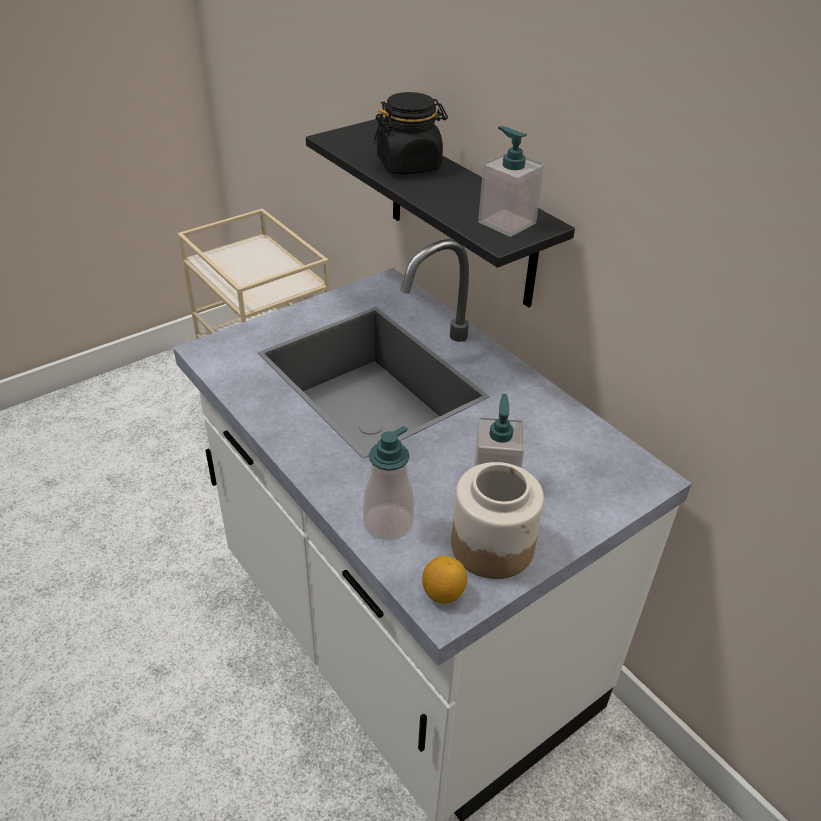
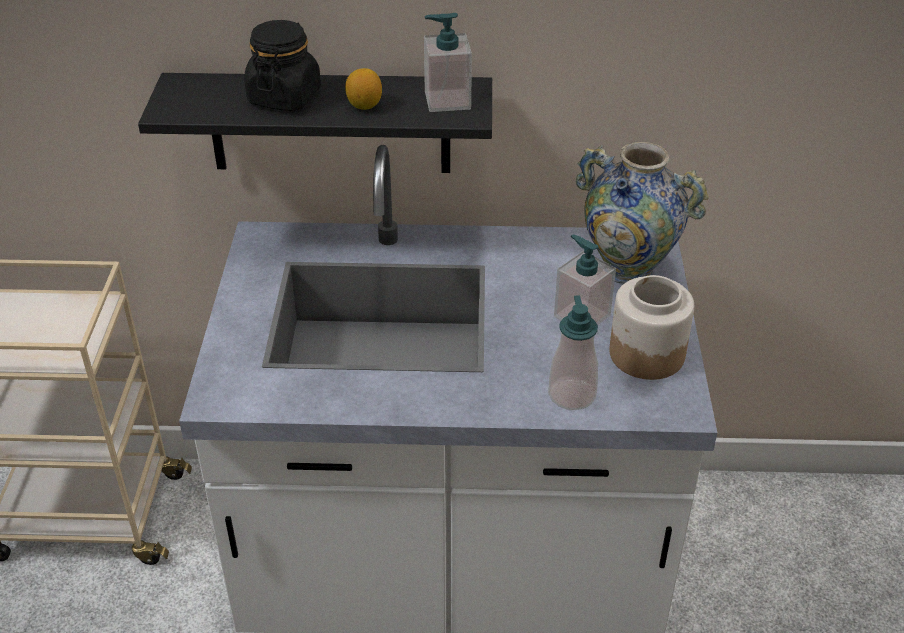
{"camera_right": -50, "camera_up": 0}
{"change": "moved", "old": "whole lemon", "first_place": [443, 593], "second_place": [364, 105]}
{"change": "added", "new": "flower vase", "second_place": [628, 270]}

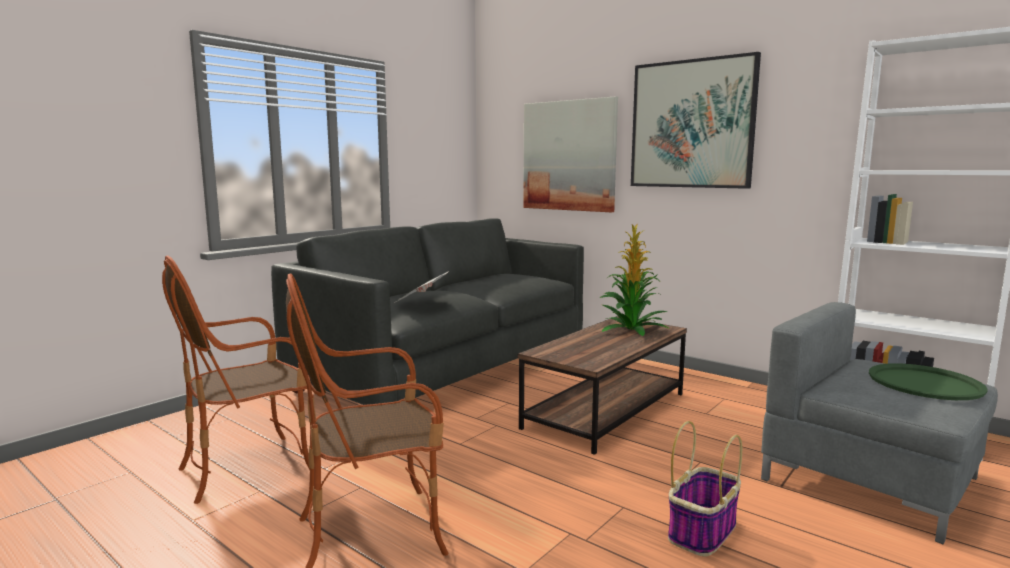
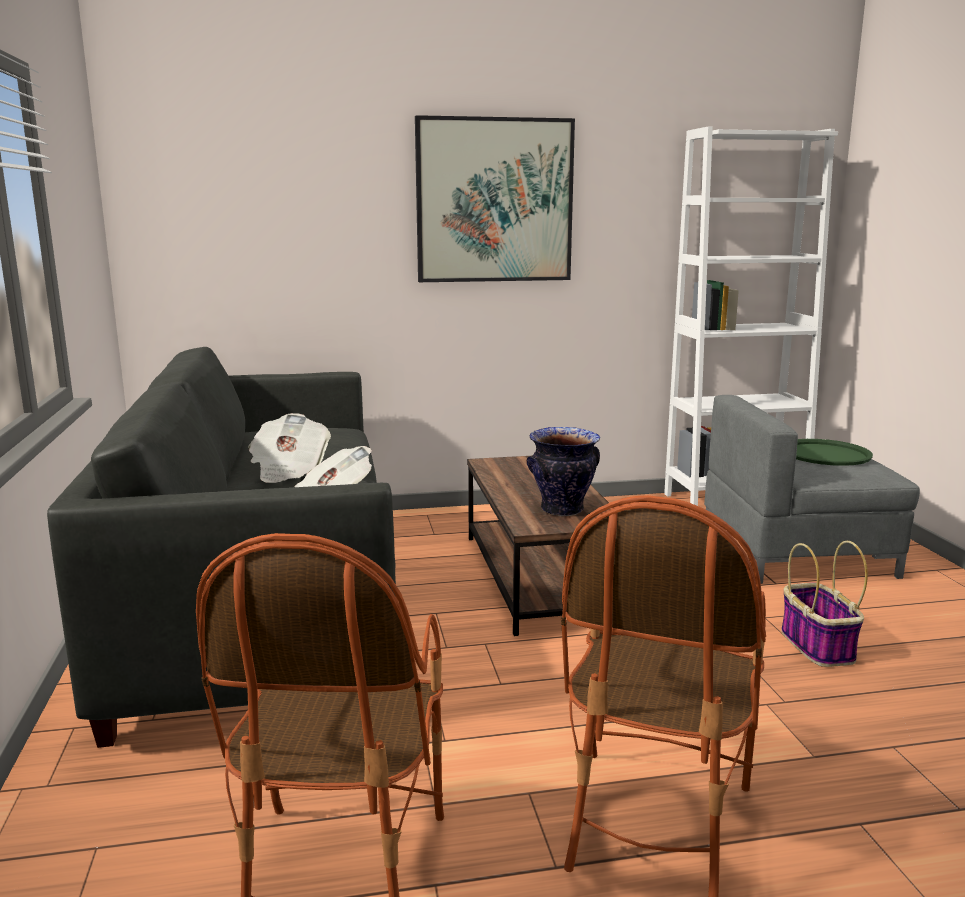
{"camera_right": -50, "camera_up": 5}
{"change": "added", "new": "newspaper", "second_place": [289, 470]}
{"change": "added", "new": "flower vase", "second_place": [562, 510]}
{"change": "removed", "old": "wall art", "first_place": [569, 156]}
{"change": "removed", "old": "houseplant", "first_place": [631, 330]}

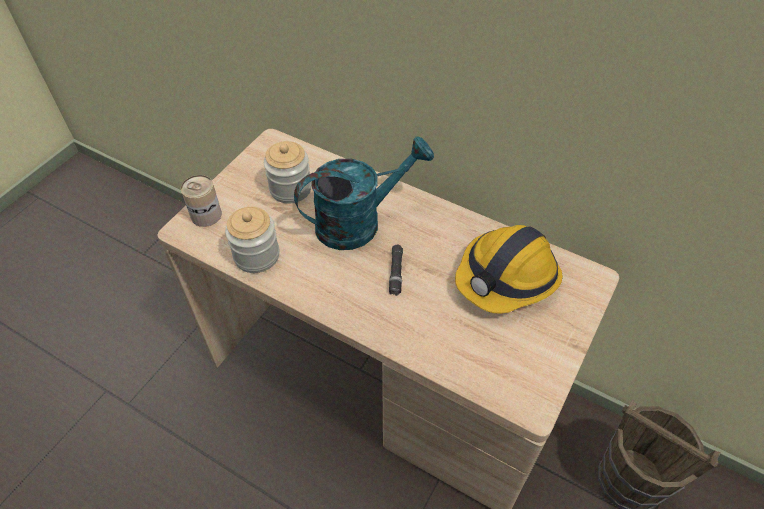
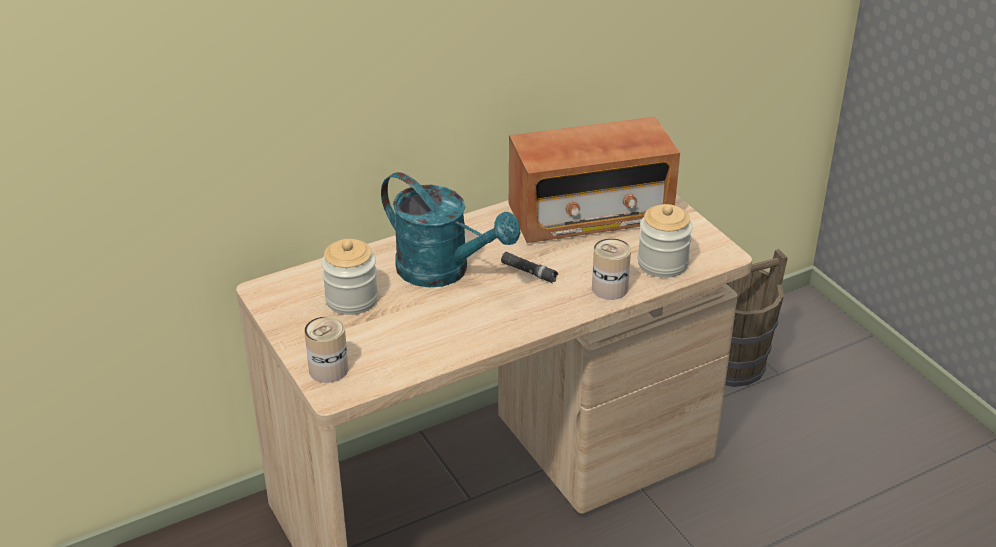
{"camera_right": -60, "camera_up": -15}
{"change": "turned", "old": "watering pot (blue-green)", "first_place": [359, 221], "second_place": [444, 271], "degrees": 120}
{"change": "replaced", "old": "safety helmet", "new": "radio set", "first_place": [507, 278], "second_place": [590, 216]}
{"change": "added", "new": "metal can", "second_place": [609, 288]}
{"change": "moved", "old": "jar", "first_place": [256, 255], "second_place": [662, 263]}

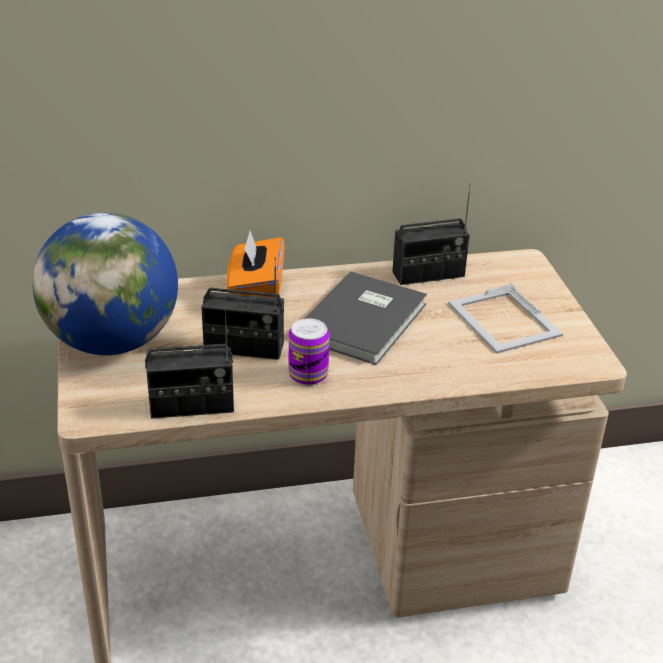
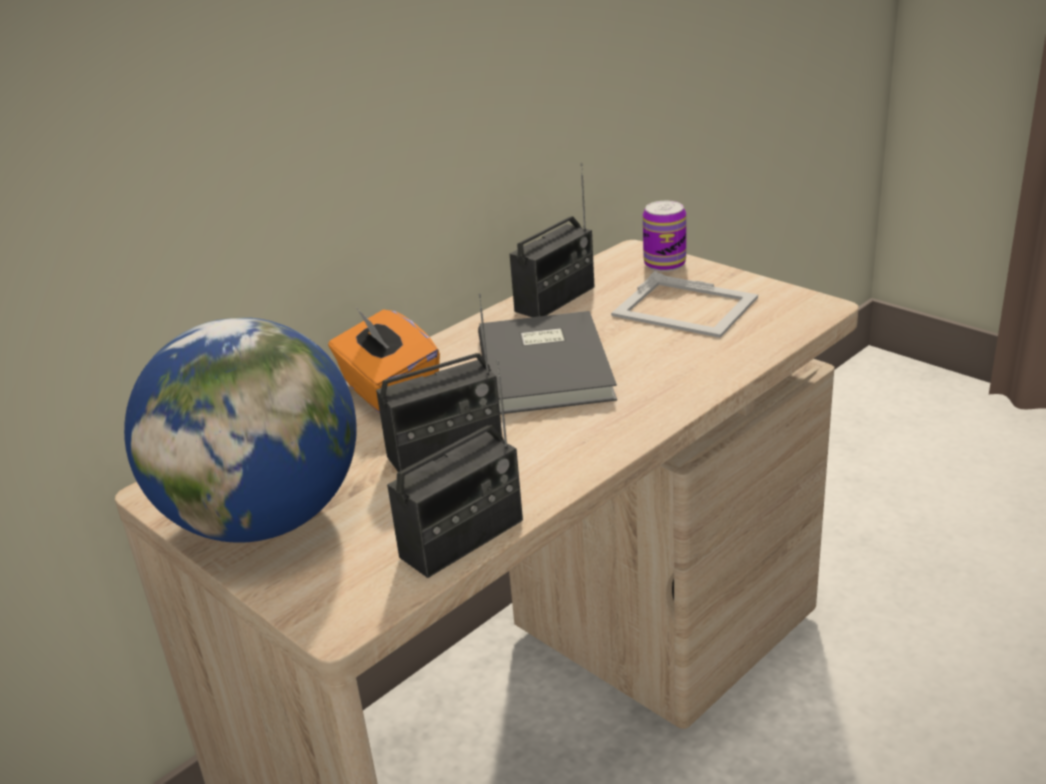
{"camera_right": -30, "camera_up": -5}
{"change": "moved", "old": "metal can", "first_place": [308, 374], "second_place": [664, 264]}

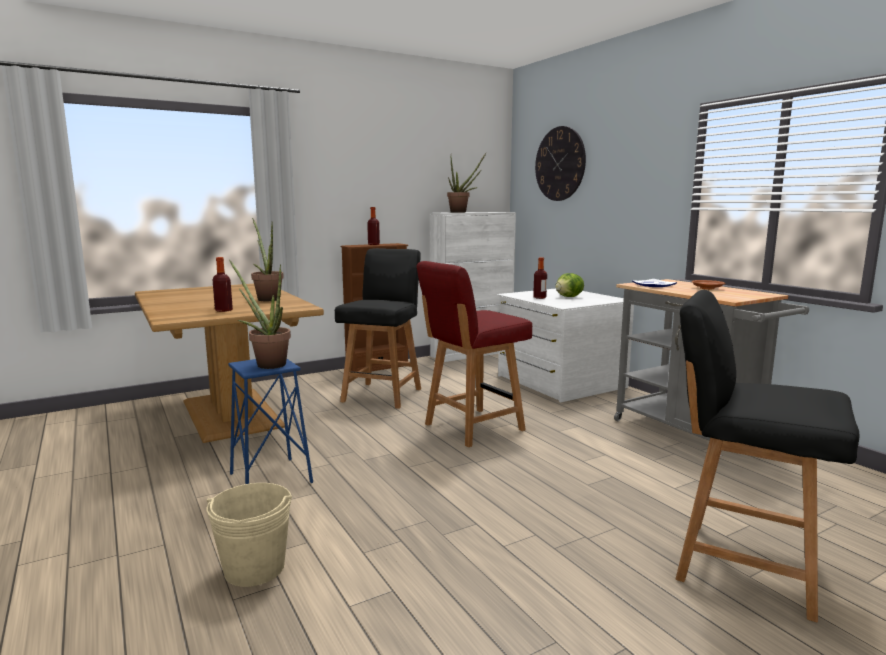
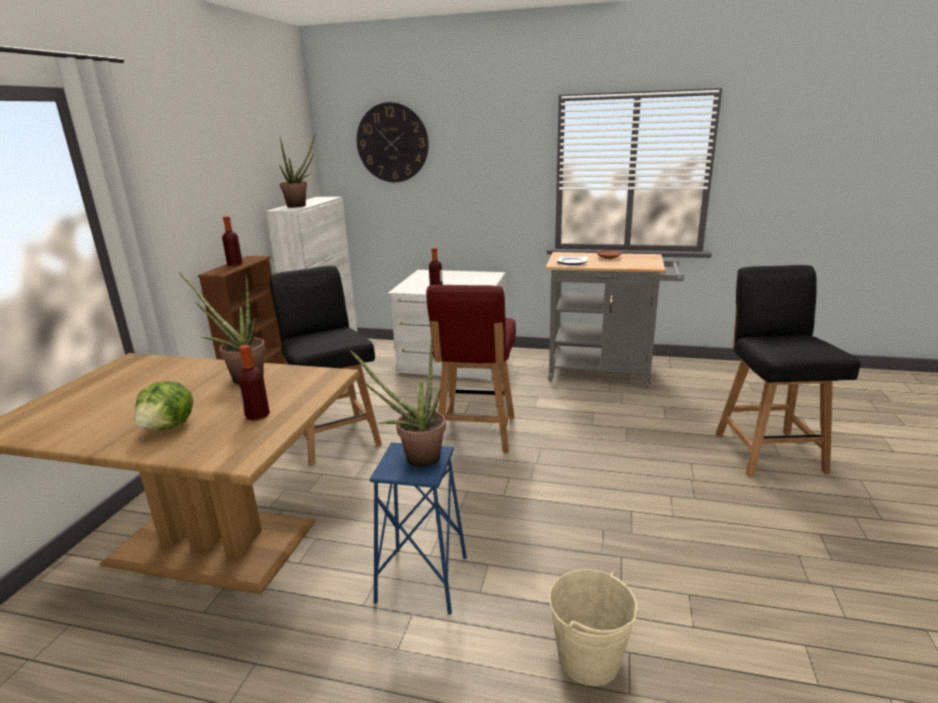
{"camera_right": -45, "camera_up": 10}
{"change": "moved", "old": "head of lettuce", "first_place": [569, 297], "second_place": [169, 426]}
{"change": "turned", "old": "chair (black-coloured)", "first_place": [742, 565], "second_place": [768, 451], "degrees": 105}

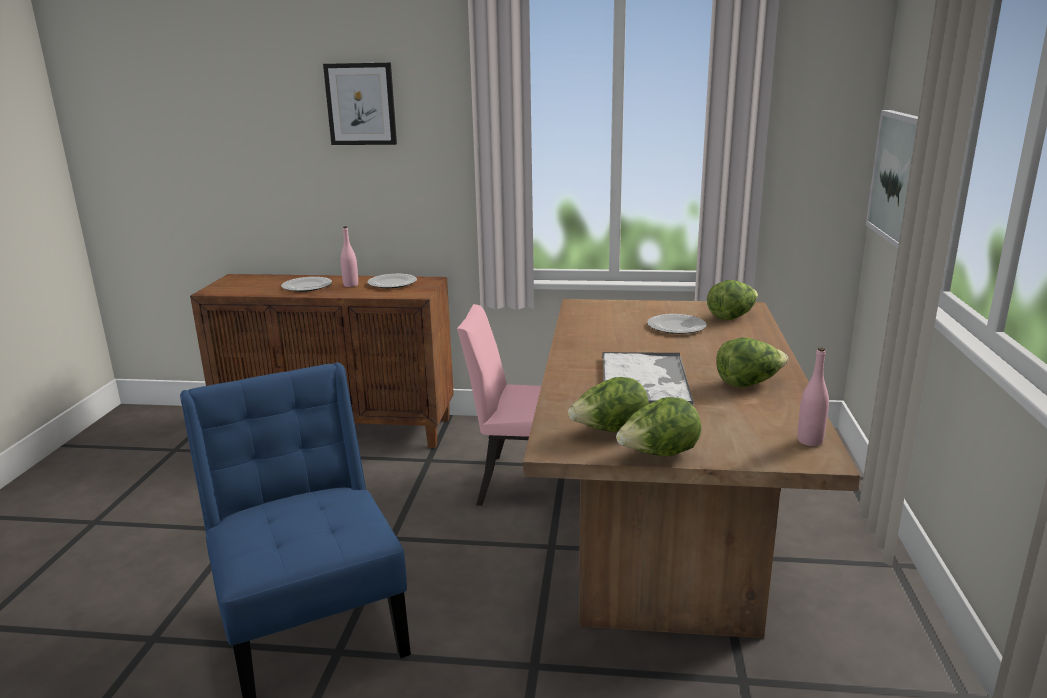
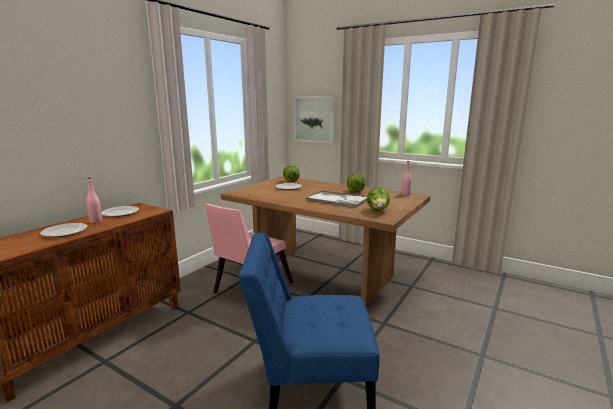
{"camera_right": -65, "camera_up": -5}
{"change": "removed", "old": "wall art", "first_place": [361, 104]}
{"change": "removed", "old": "head of lettuce", "first_place": [658, 455]}

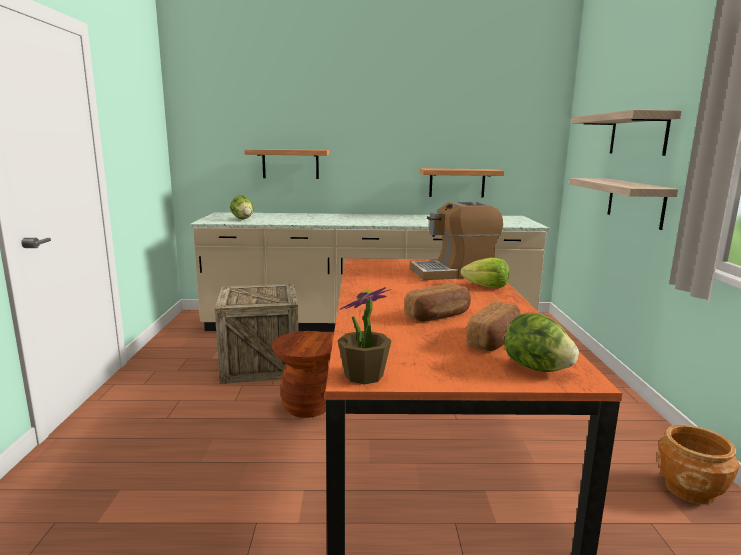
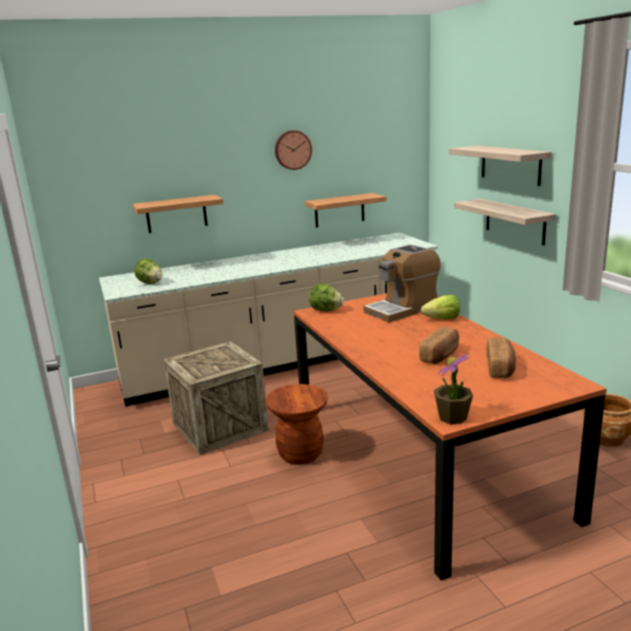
{"camera_right": -20, "camera_up": 5}
{"change": "added", "new": "clock on the wall", "second_place": [292, 150]}
{"change": "moved", "old": "head of lettuce", "first_place": [536, 368], "second_place": [326, 310]}

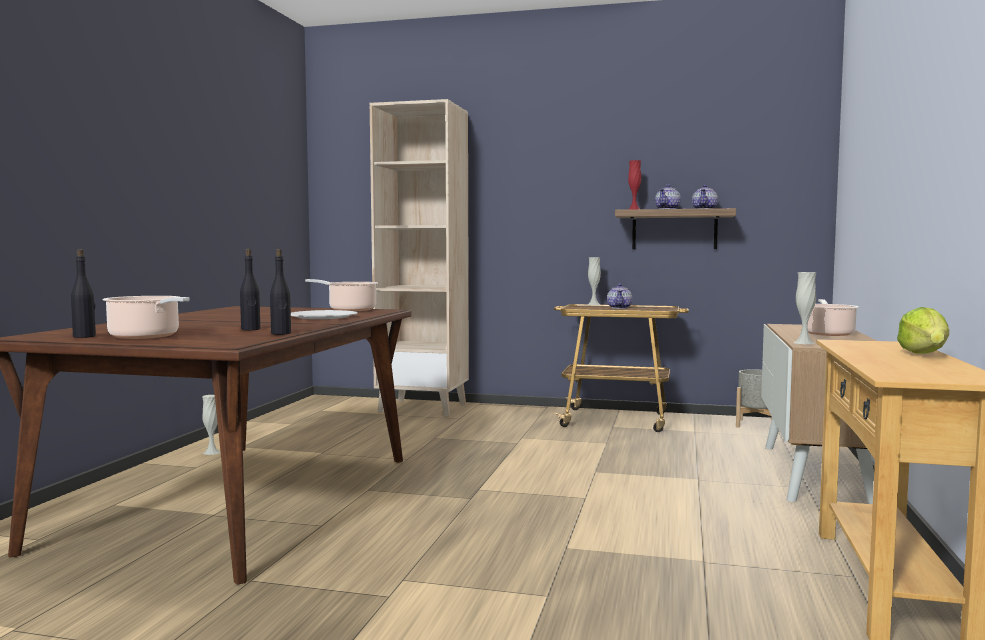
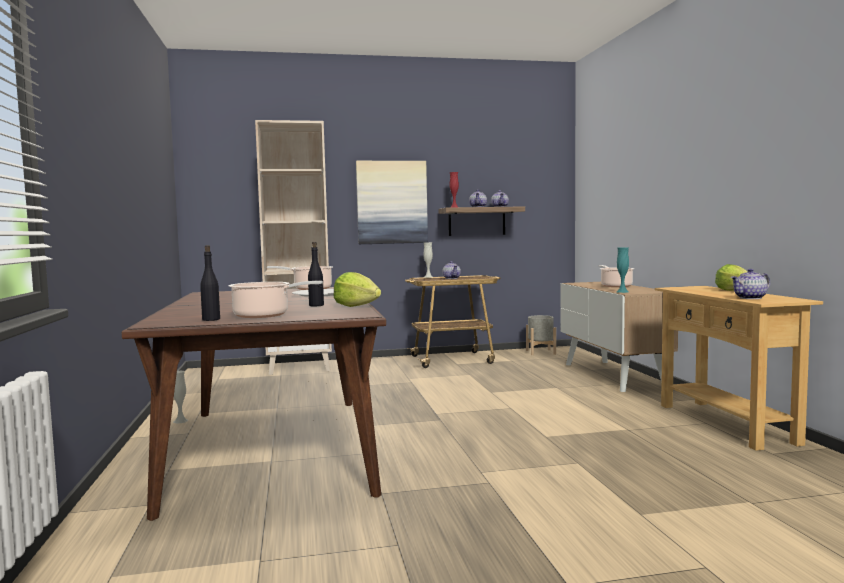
{"camera_right": -25, "camera_up": 0}
{"change": "replaced", "old": "beverage bottle (black-coloured)", "new": "head of lettuce", "first_place": [281, 333], "second_place": [356, 306]}
{"change": "added", "new": "wall art", "second_place": [392, 202]}
{"change": "recoloured", "old": "flower vase (whitish)", "new": "flower vase (blue-green)", "first_place": [804, 343], "second_place": [622, 292]}
{"change": "added", "new": "teapot", "second_place": [750, 298]}

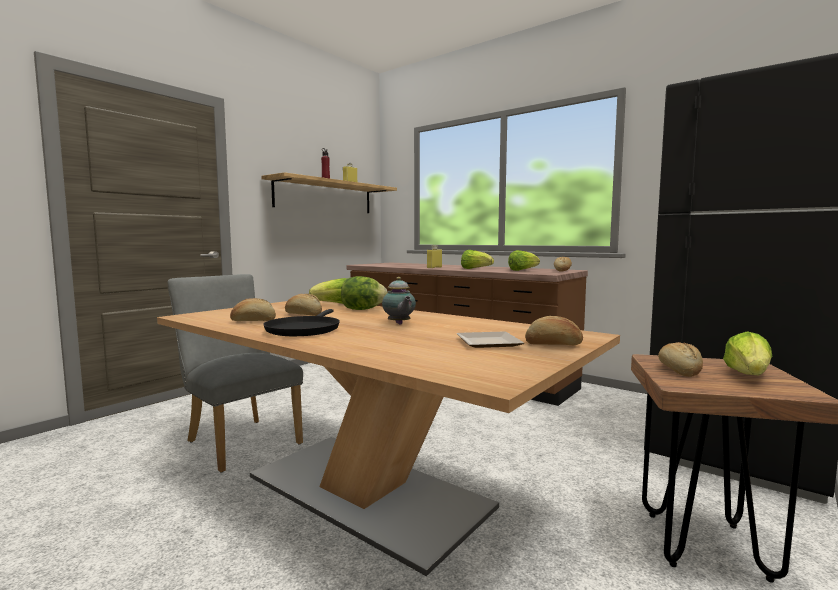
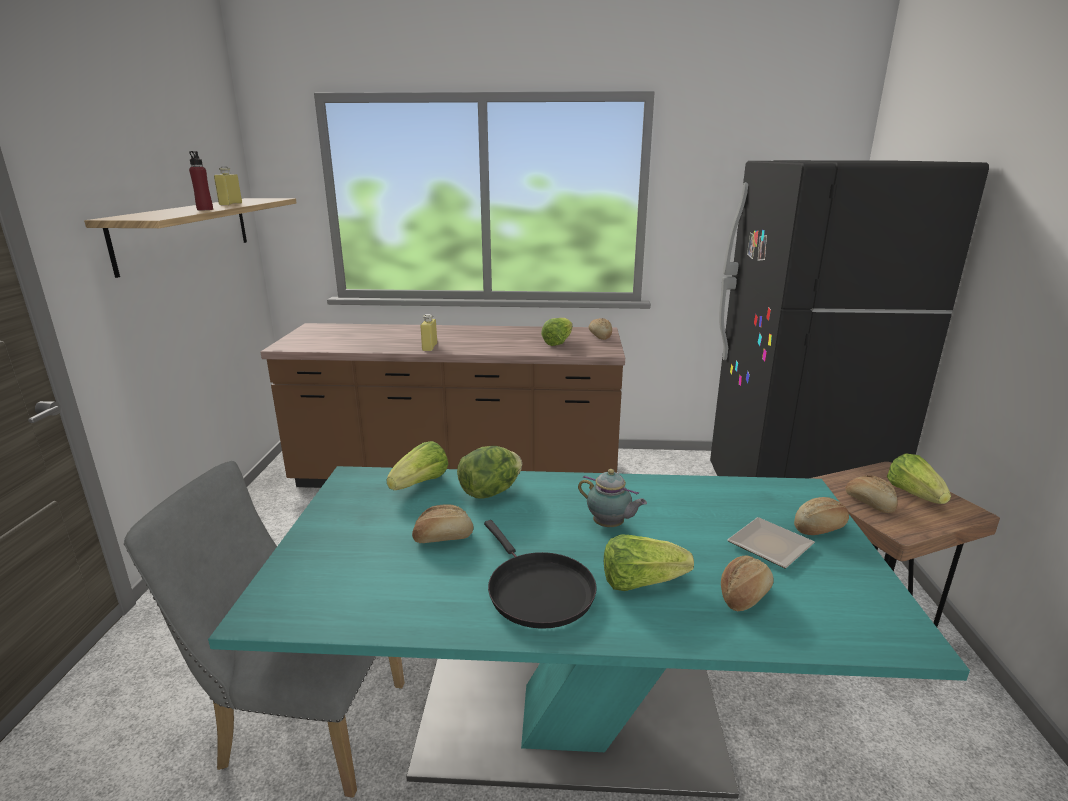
{"camera_right": -35, "camera_up": 15}
{"change": "recoloured", "old": "dinner table (beige)", "new": "dinner table (blue-green)", "first_place": [366, 493], "second_place": [570, 723]}
{"change": "moved", "old": "head of lettuce", "first_place": [475, 269], "second_place": [640, 582]}
{"change": "moved", "old": "baked bread", "first_place": [253, 321], "second_place": [744, 595]}

